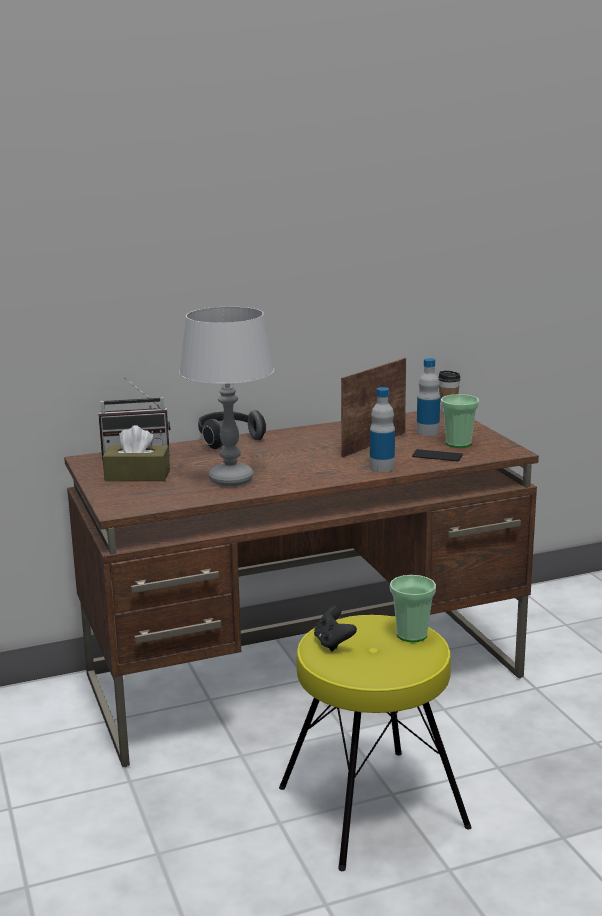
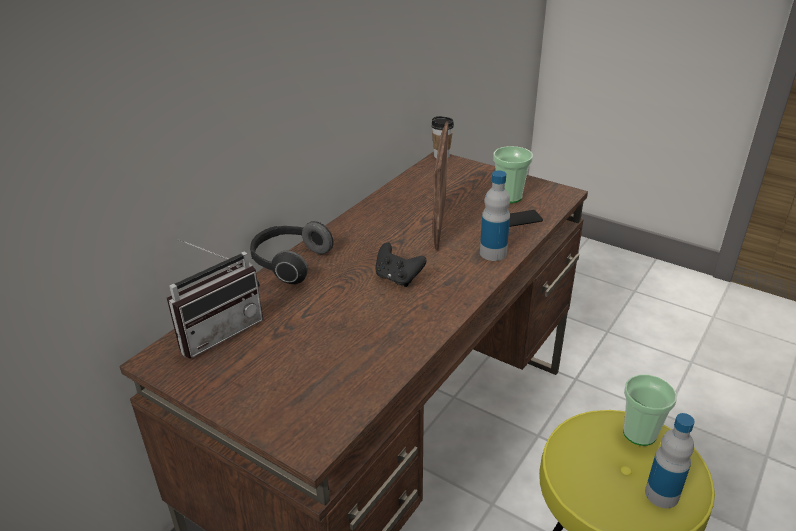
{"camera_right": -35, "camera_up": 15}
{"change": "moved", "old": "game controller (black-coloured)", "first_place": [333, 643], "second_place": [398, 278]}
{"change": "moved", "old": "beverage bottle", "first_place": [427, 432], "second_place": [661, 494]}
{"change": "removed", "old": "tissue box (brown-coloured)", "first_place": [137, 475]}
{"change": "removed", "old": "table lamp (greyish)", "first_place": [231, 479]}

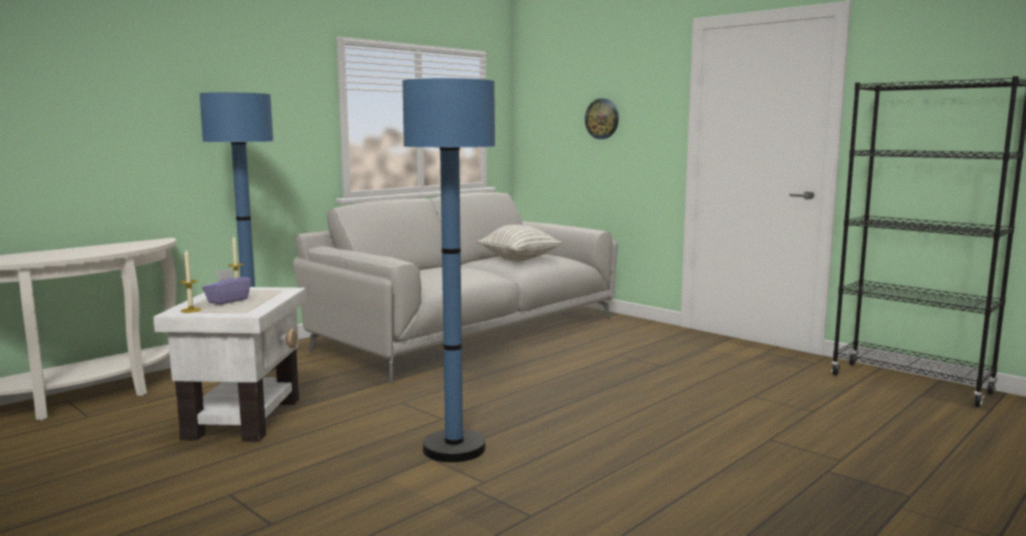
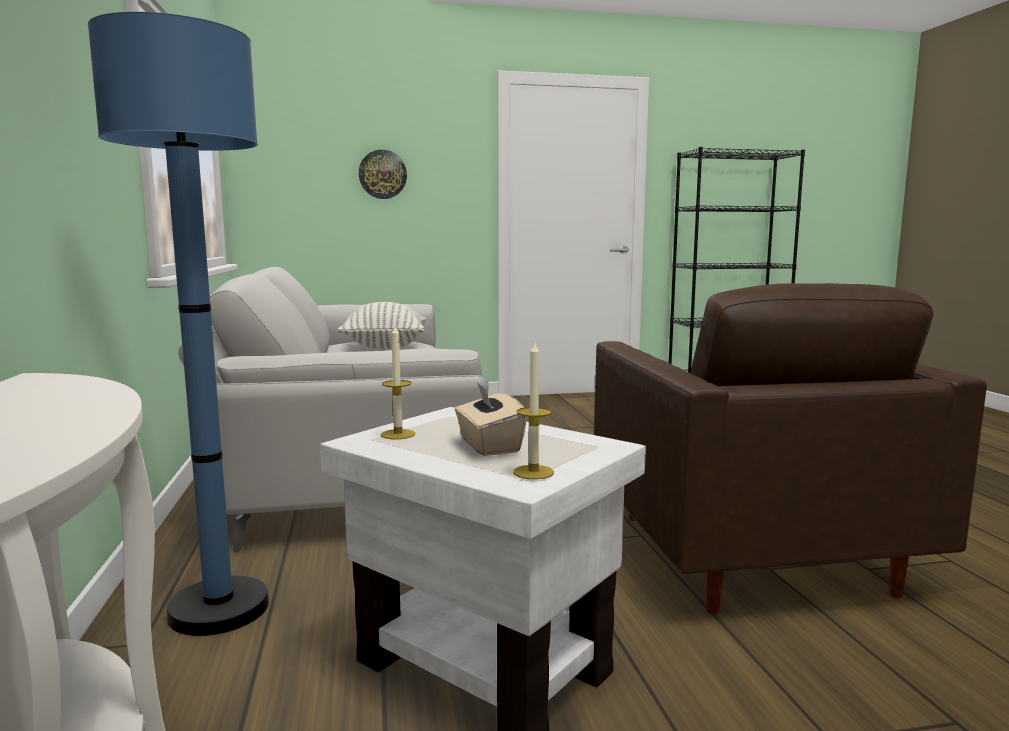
{"camera_right": -55, "camera_up": 0}
{"change": "recoloured", "old": "tissue box (purplish)", "new": "tissue box (beige)", "first_place": [227, 301], "second_place": [489, 446]}
{"change": "replaced", "old": "floor lamp (bluish)", "new": "easy chair (brown-coloured)", "first_place": [454, 448], "second_place": [746, 551]}

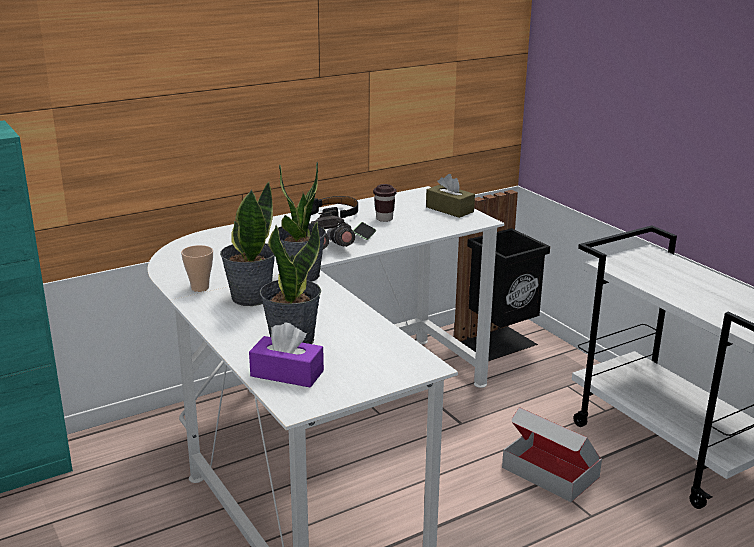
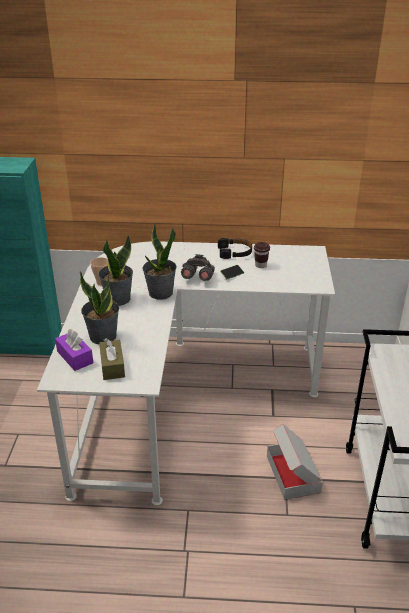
{"camera_right": 35, "camera_up": 10}
{"change": "moved", "old": "tissue box (brown-coloured)", "first_place": [449, 209], "second_place": [112, 366]}
{"change": "removed", "old": "waste bin (black-coloured)", "first_place": [498, 342]}

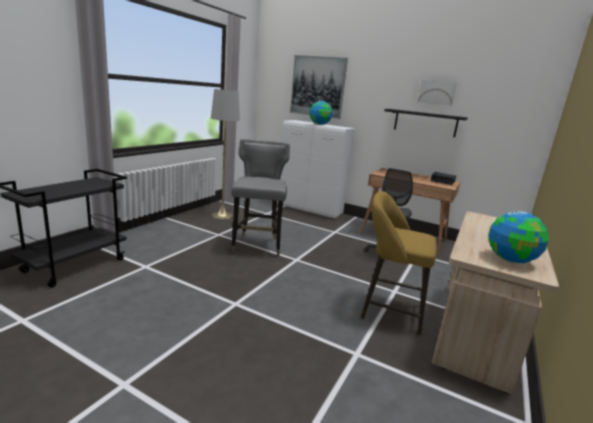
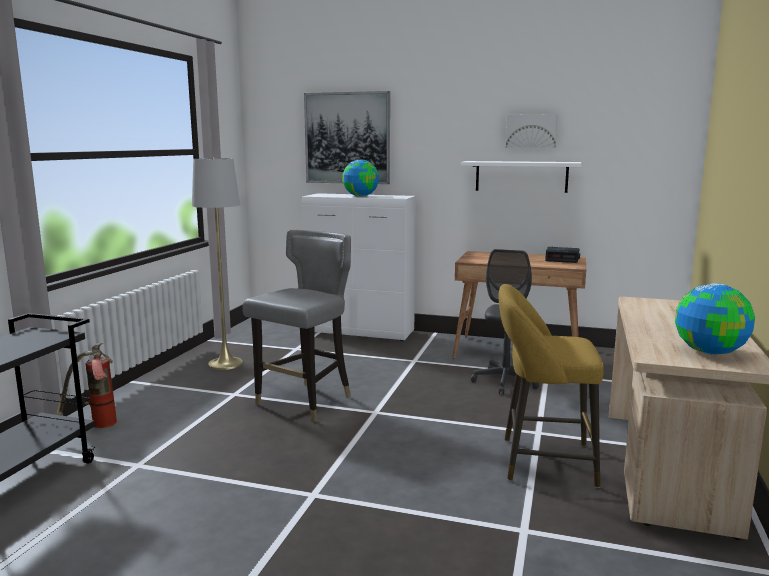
{"camera_right": -10, "camera_up": -5}
{"change": "added", "new": "fire extinguisher", "second_place": [96, 426]}
{"change": "turned", "old": "chair (greyish)", "first_place": [257, 246], "second_place": [305, 402], "degrees": 45}
{"change": "recoloured", "old": "bracket shelf (black-coloured)", "new": "bracket shelf (whitish)", "first_place": [425, 123], "second_place": [521, 176]}

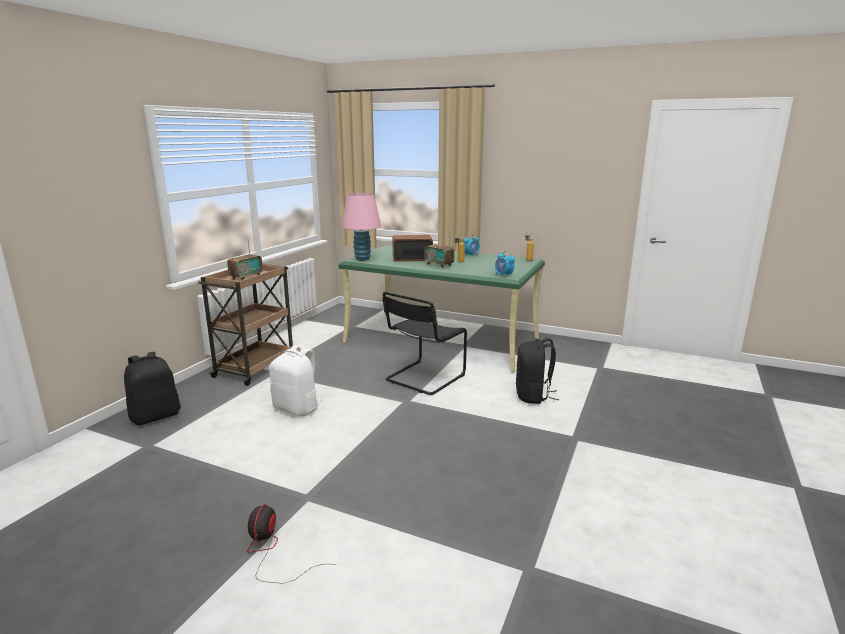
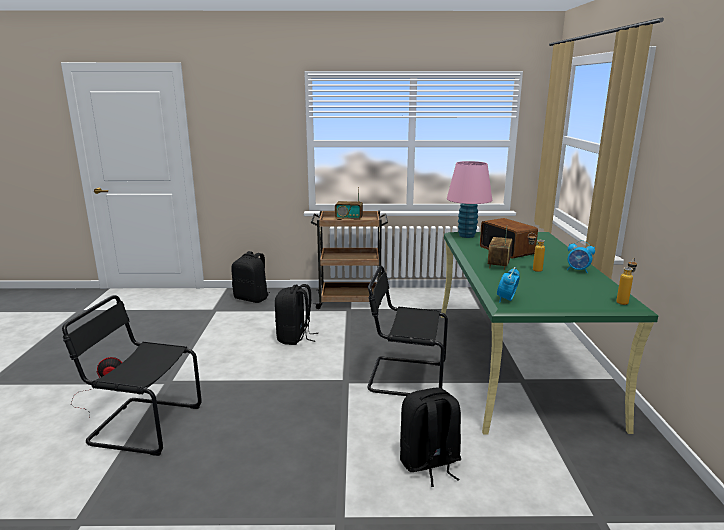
{"camera_right": 65, "camera_up": 0}
{"change": "added", "new": "chair (black-coloured)", "second_place": [142, 425]}
{"change": "recoloured", "old": "knapsack (whitish)", "new": "knapsack (black-coloured)", "first_place": [297, 408], "second_place": [295, 338]}

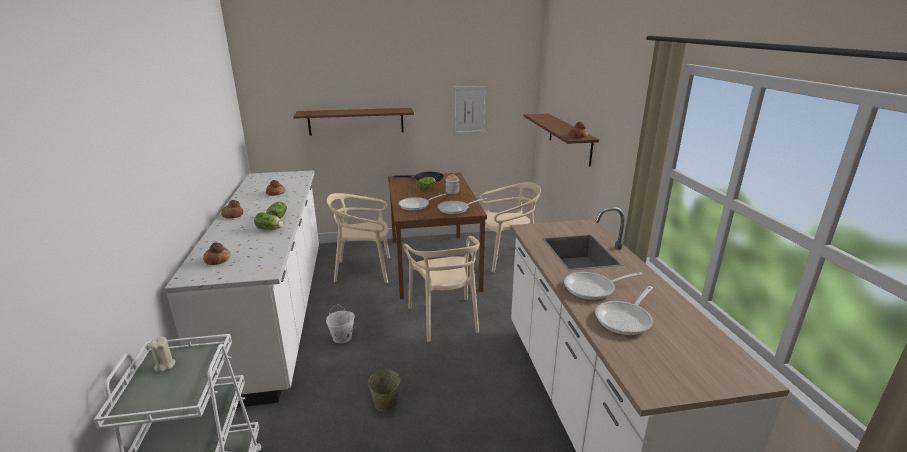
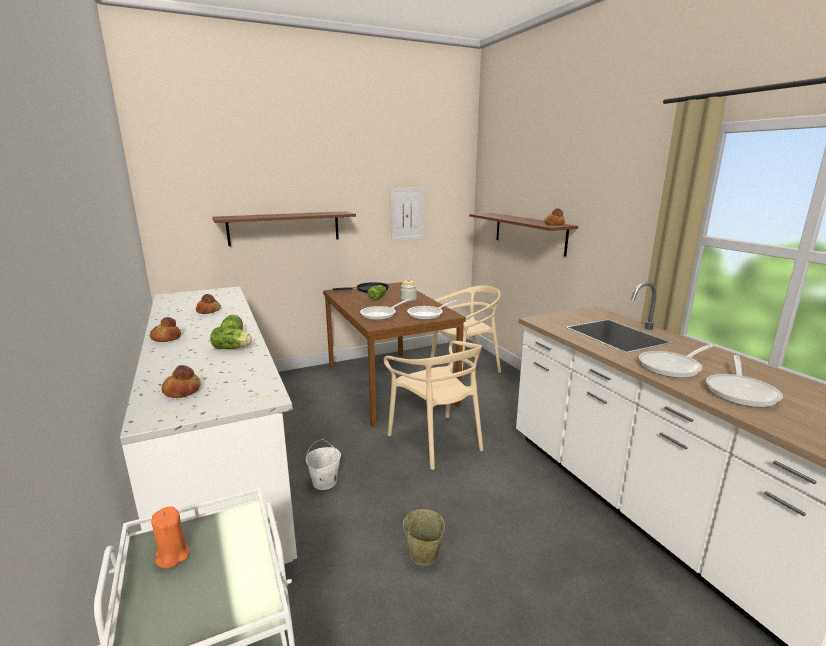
{"camera_right": -15, "camera_up": -5}
{"change": "recoloured", "old": "candle (beige)", "new": "candle (orangey)", "first_place": [164, 365], "second_place": [172, 555]}
{"change": "removed", "old": "chair (beige)", "first_place": [364, 270]}

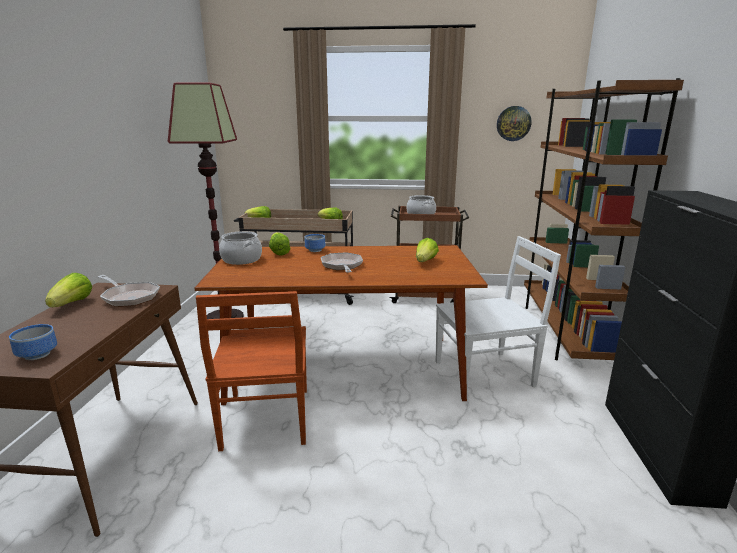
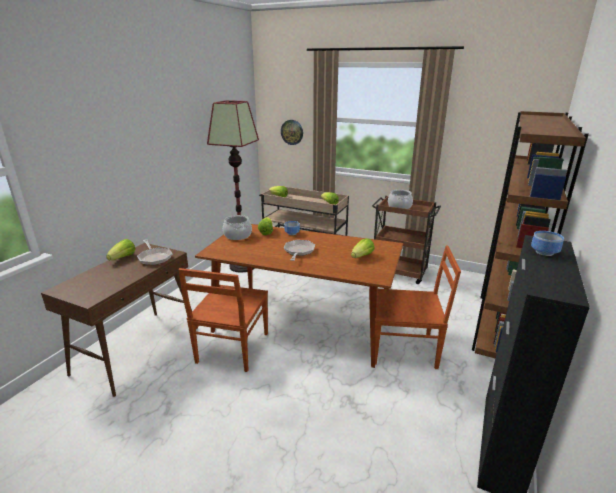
{"camera_right": 20, "camera_up": 5}
{"change": "moved", "old": "clock on the wall", "first_place": [513, 123], "second_place": [292, 132]}
{"change": "recoloured", "old": "chair (whitish)", "new": "chair (brown-coloured)", "first_place": [486, 373], "second_place": [405, 349]}
{"change": "moved", "old": "bowl", "first_place": [39, 355], "second_place": [545, 252]}

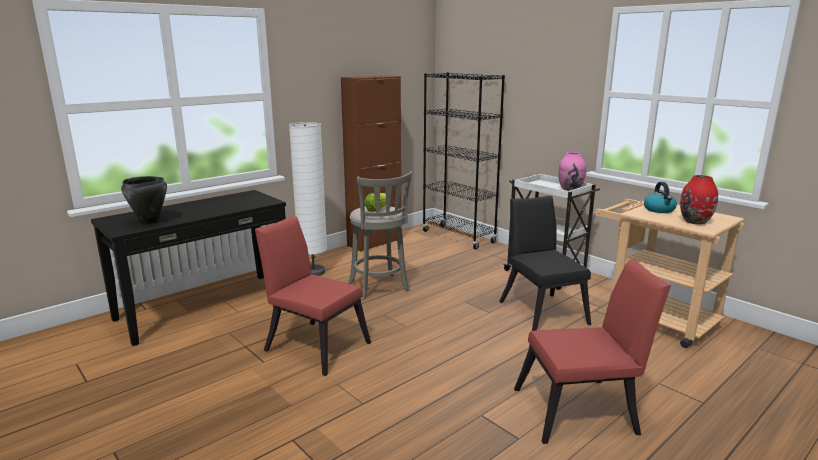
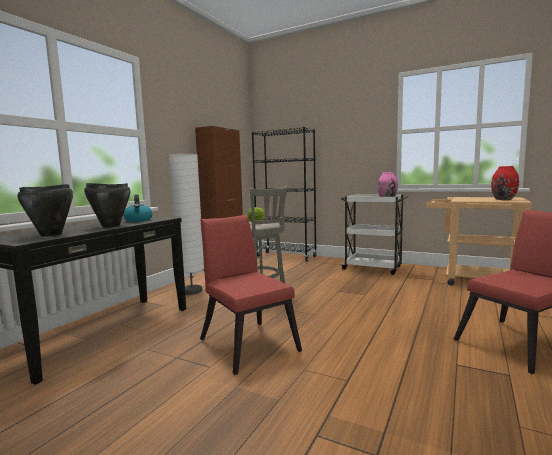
{"camera_right": -20, "camera_up": -10}
{"change": "added", "new": "saucepot (black-coloured)", "second_place": [110, 226]}
{"change": "moved", "old": "tea kettle", "first_place": [659, 210], "second_place": [138, 220]}
{"change": "turned", "old": "chair (reddish)", "first_place": [314, 344], "second_place": [247, 342], "degrees": 45}
{"change": "removed", "old": "chair (black-coloured)", "first_place": [541, 310]}

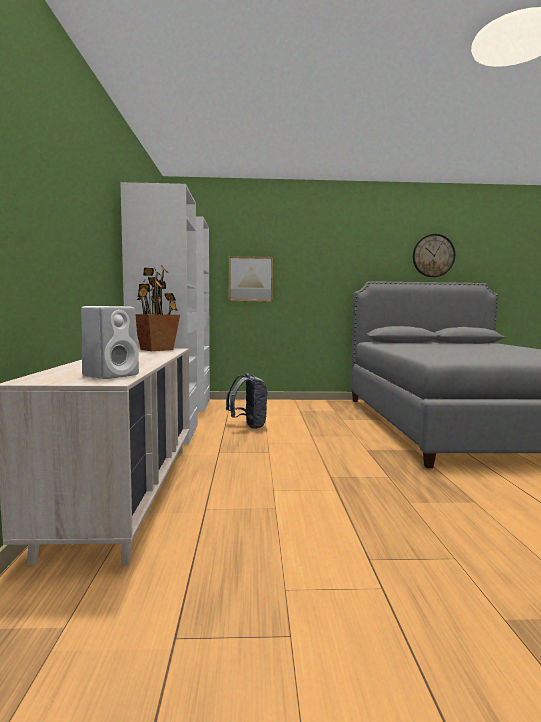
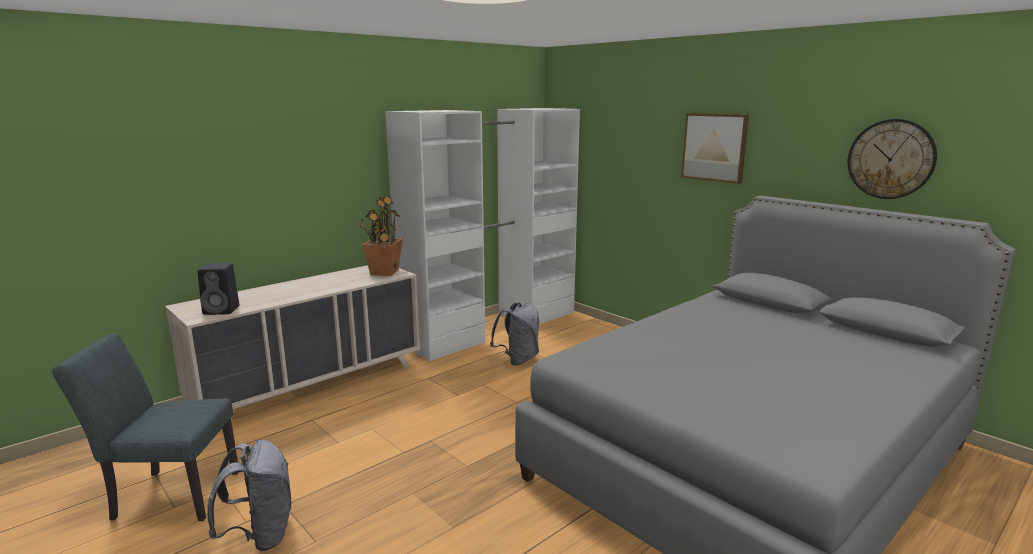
{"camera_right": 50, "camera_up": 10}
{"change": "added", "new": "chair (greyish)", "second_place": [168, 495]}
{"change": "recoloured", "old": "loudspeaker (whitish)", "new": "loudspeaker (black-coloured)", "first_place": [112, 375], "second_place": [222, 310]}
{"change": "added", "new": "knapsack (greyish)", "second_place": [260, 535]}
{"change": "moved", "old": "wall art", "first_place": [250, 279], "second_place": [714, 147]}

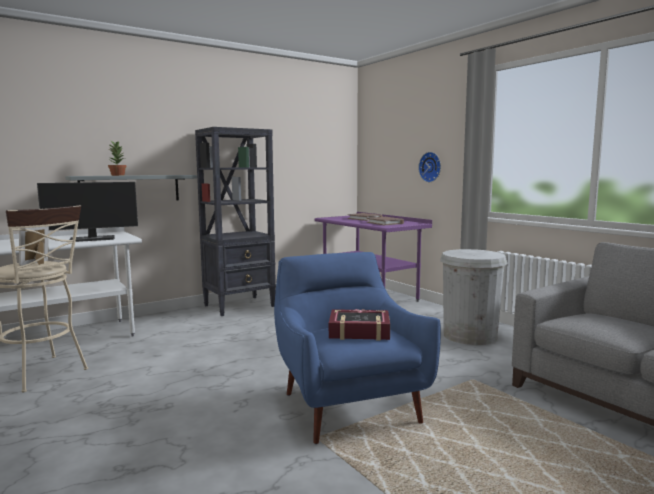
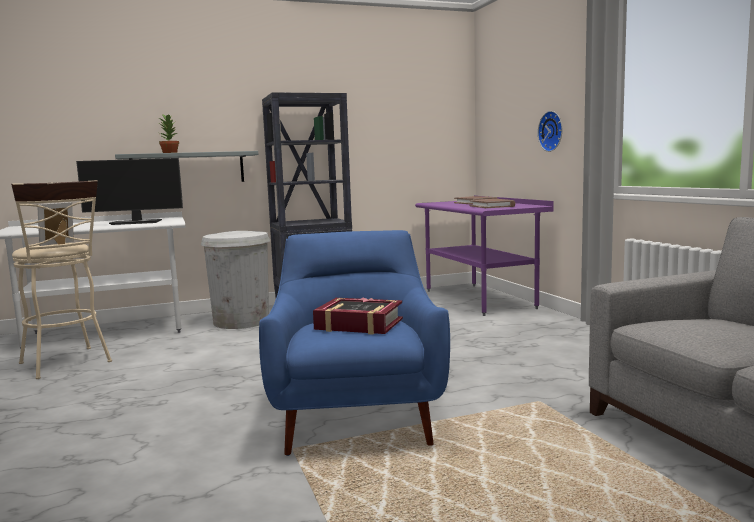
{"camera_right": 15, "camera_up": 0}
{"change": "moved", "old": "waste bin (whitish)", "first_place": [469, 335], "second_place": [241, 321]}

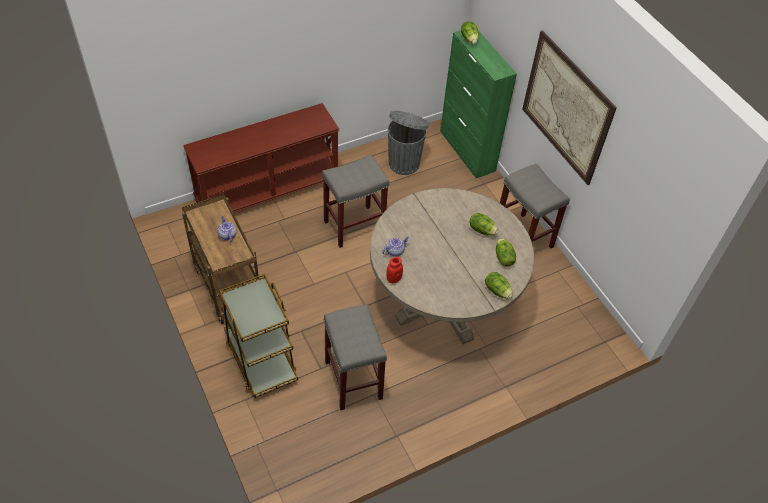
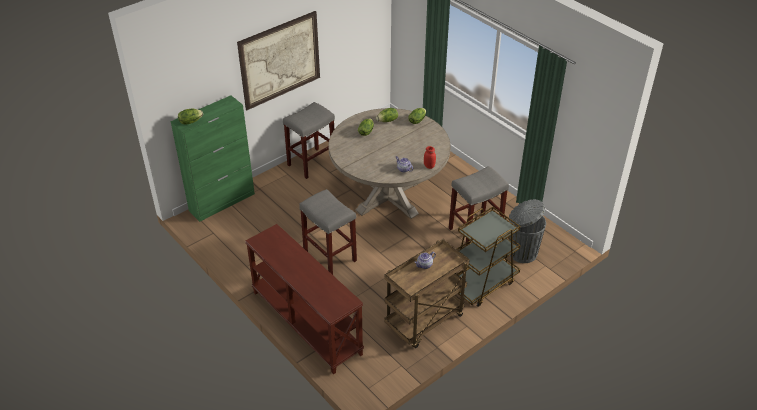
{"camera_right": -100, "camera_up": -10}
{"change": "moved", "old": "waste bin (greyish)", "first_place": [404, 163], "second_place": [521, 252]}

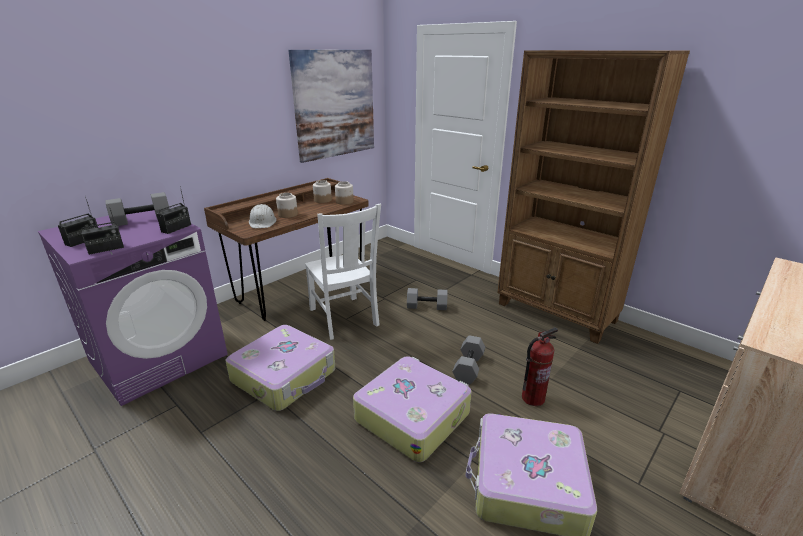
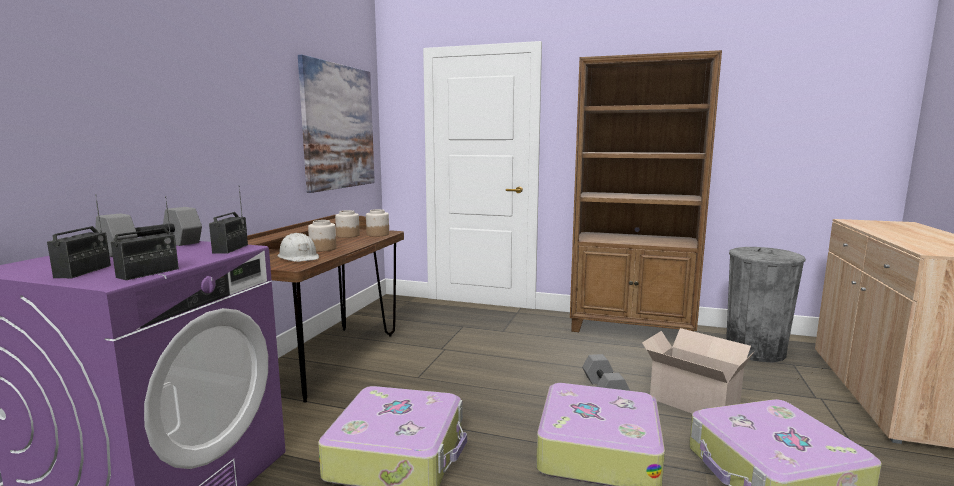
{"camera_right": -25, "camera_up": -15}
{"change": "replaced", "old": "fire extinguisher", "new": "carton", "first_place": [532, 398], "second_place": [691, 401]}
{"change": "added", "new": "waste bin (greyish)", "second_place": [755, 350]}
{"change": "removed", "old": "chair (whitish)", "first_place": [344, 318]}
{"change": "removed", "old": "dumbbell (greyish)", "first_place": [426, 307]}

